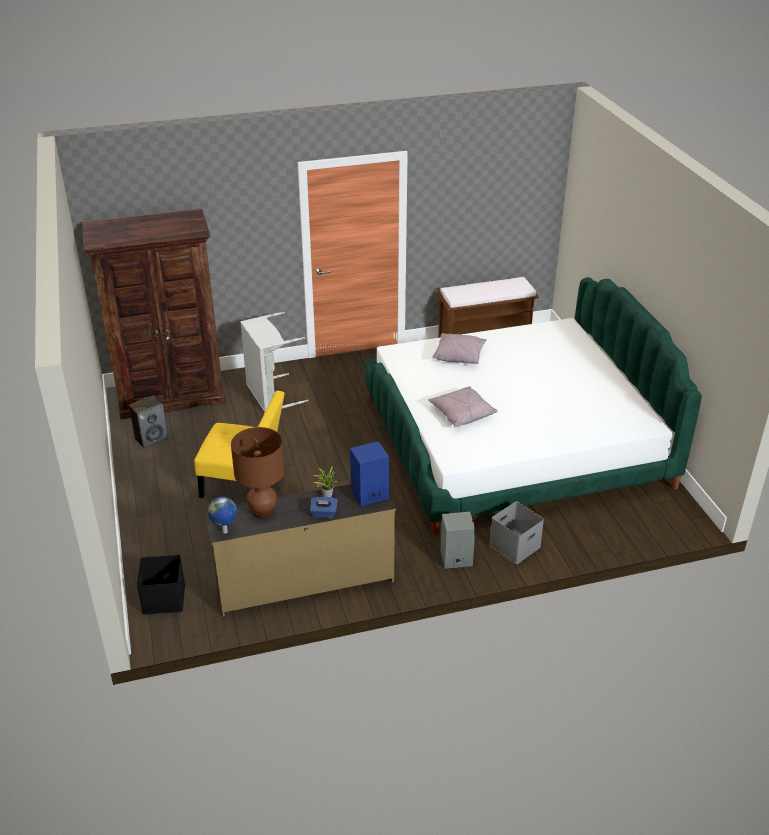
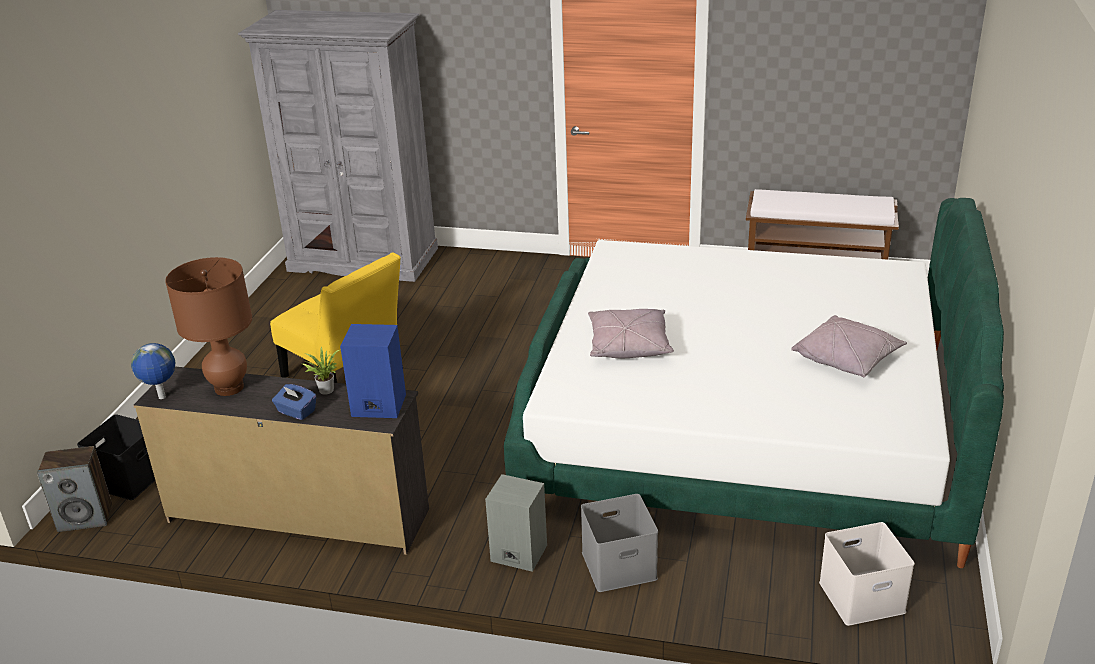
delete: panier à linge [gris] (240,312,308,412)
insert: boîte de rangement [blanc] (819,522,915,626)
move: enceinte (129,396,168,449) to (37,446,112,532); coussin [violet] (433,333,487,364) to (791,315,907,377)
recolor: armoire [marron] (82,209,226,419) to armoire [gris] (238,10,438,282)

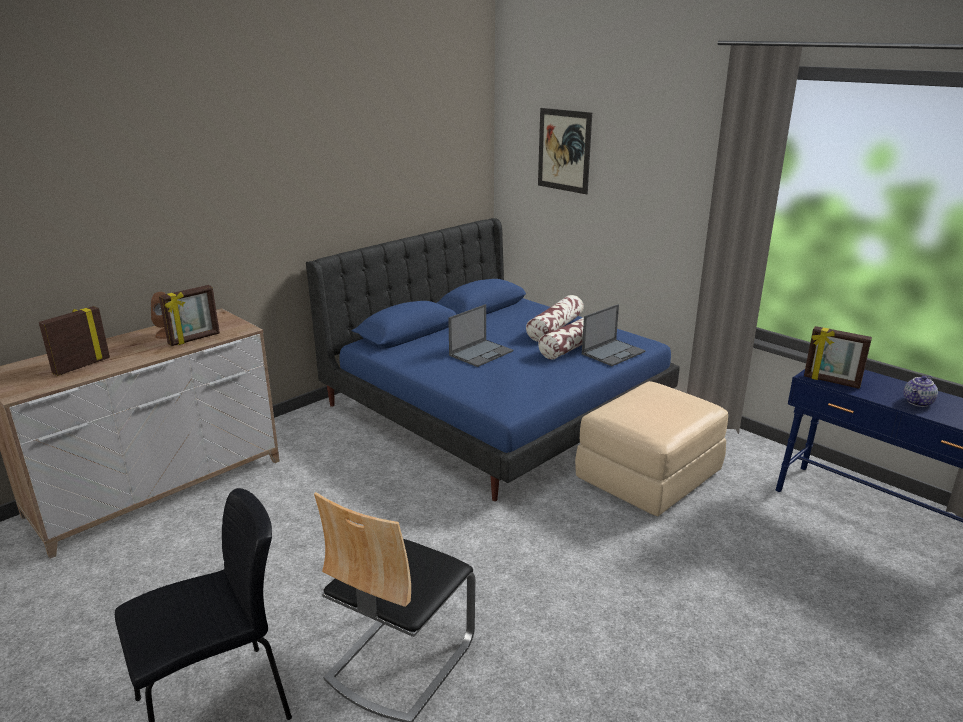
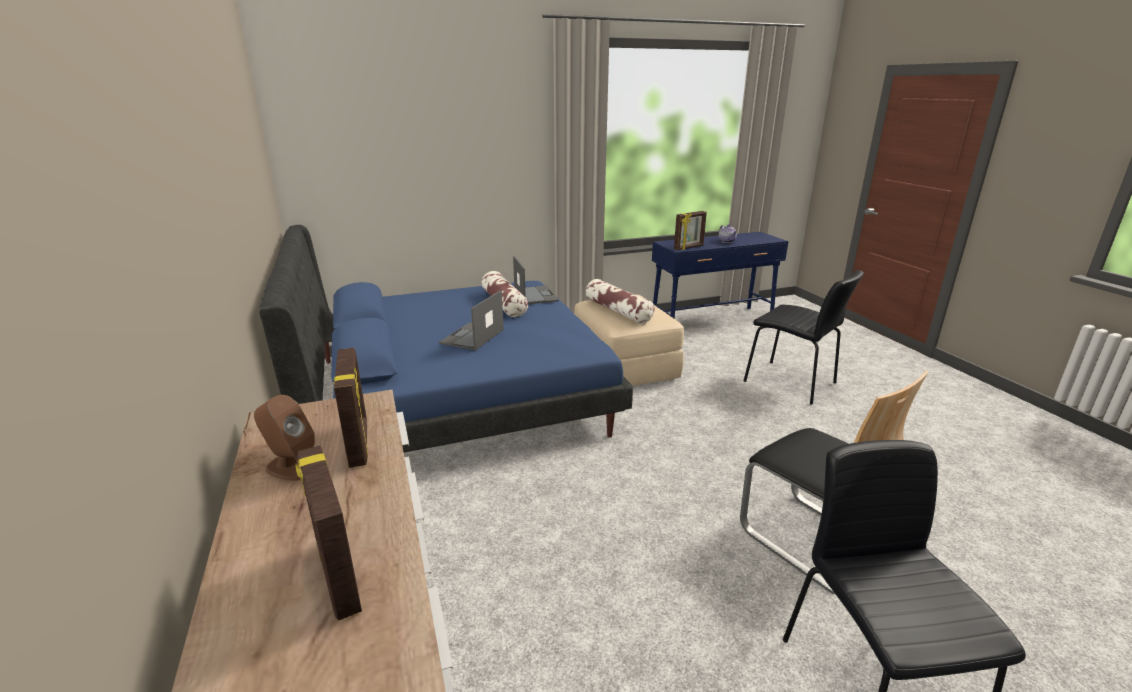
delete: tableau (538,108,592,194)
insert: chaise [noir] (743,270,864,405)
move: coussin (526,295,584,342) to (585,279,655,324)
rotate: ordinateur portable (448,304,513,367) = (439,290,504,351) 135 degrees counterclockwise

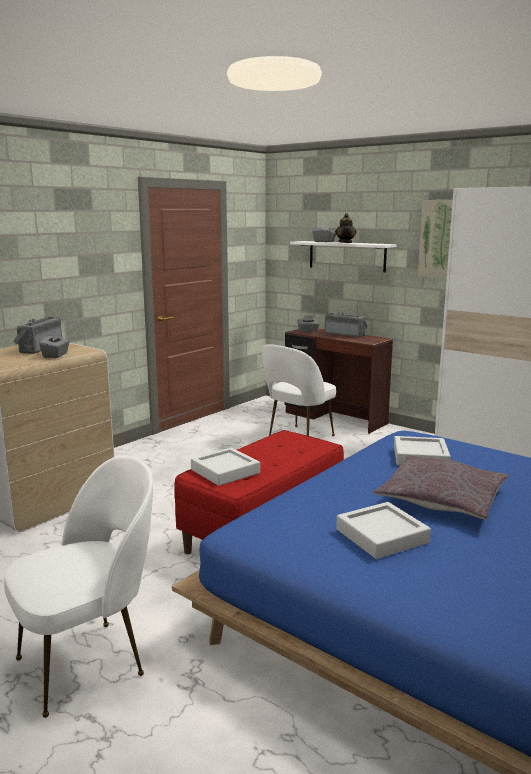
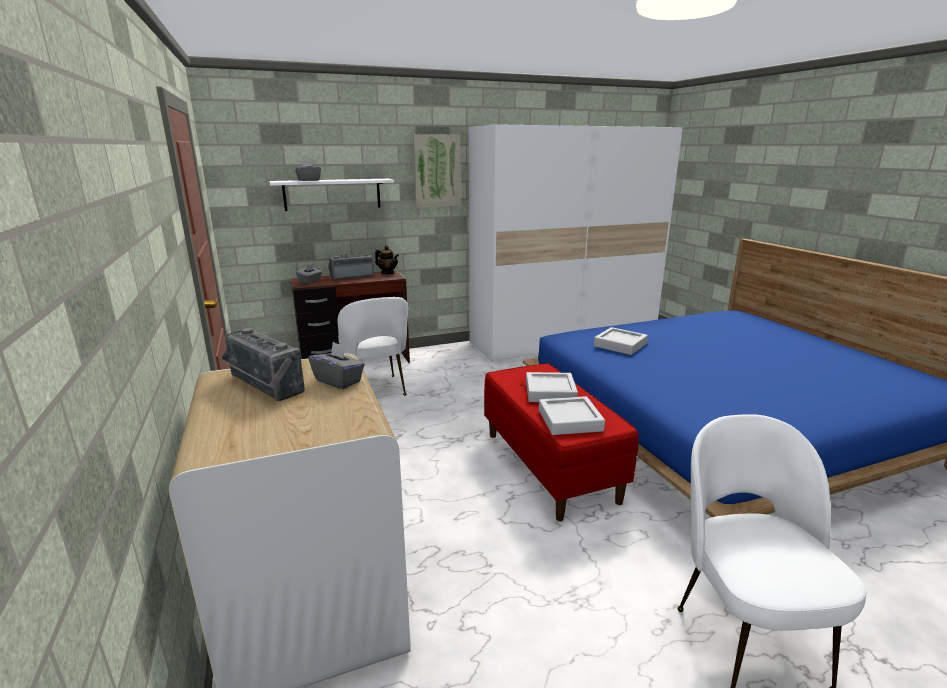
delete: coussin [gris] (373,455,509,520)
move: théière (335,213,357,243) to (375,246,399,274); plateau [gris] (336,502,431,559) to (526,372,578,402)

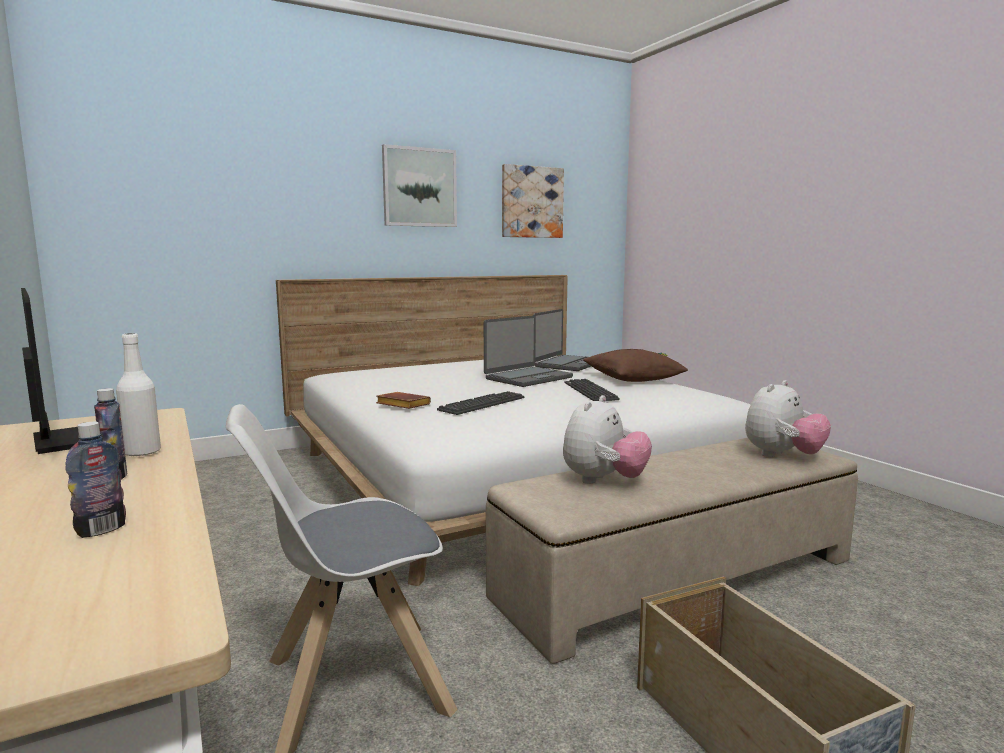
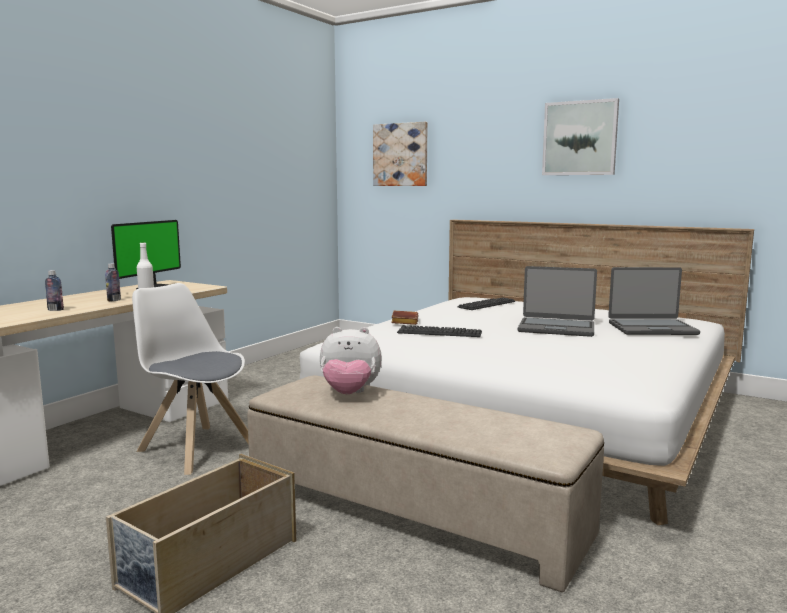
delete: coussin [marron] (583,349,688,382); peluche (745,380,831,457)
move: tableau (502,164,564,238) to (373,122,427,186); clavier (565,379,620,401) to (458,297,515,310)

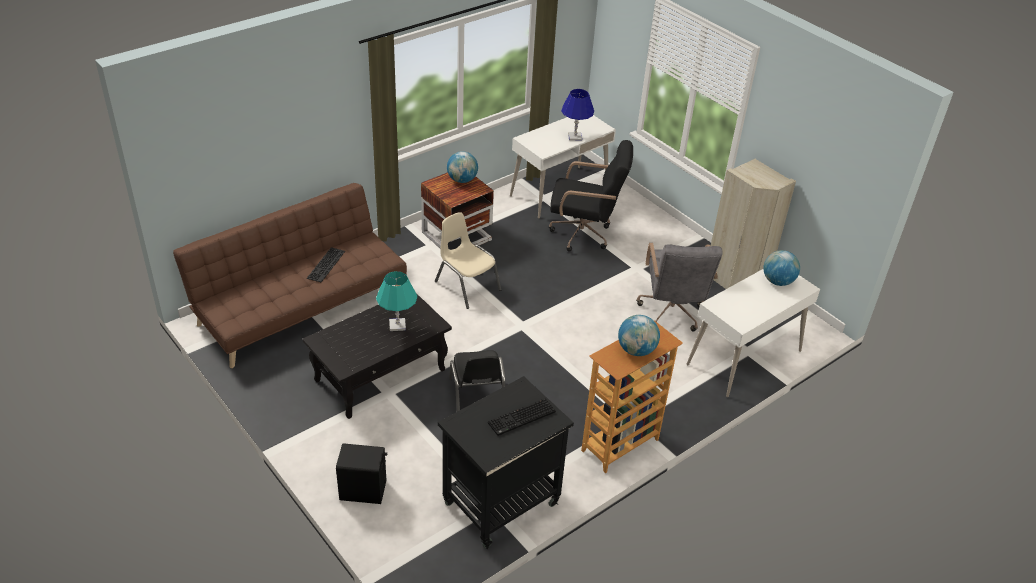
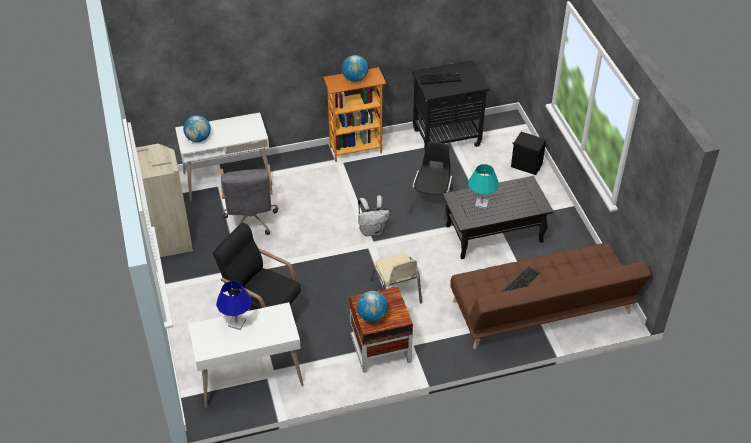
insert: sac à dos [blanc] (358,195,390,236)
rotate: chaise de bureau [gris] (636,243,723,332) = (220,164,278,235) 150 degrees clockwise

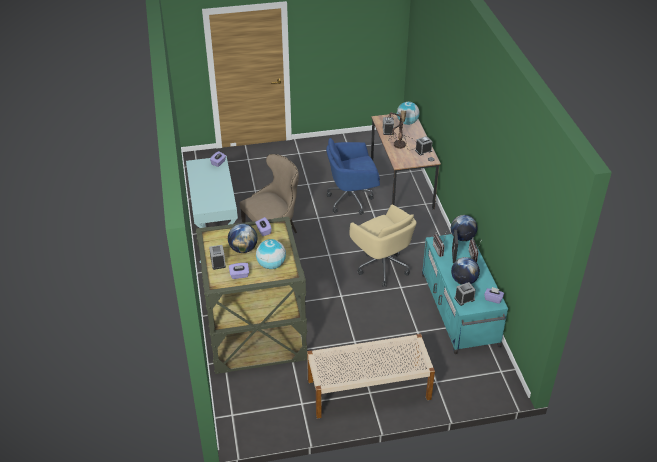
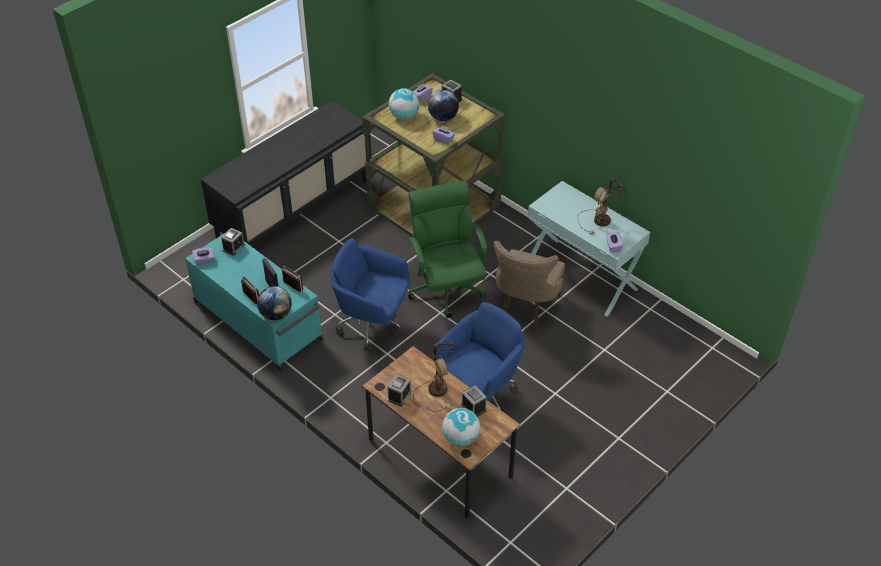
delete: globe (451,257,480,285)
insert: chaise de bureau [vert] (408,181,488,318); lampe de table (578,178,627,234)
replace: banc [beige] (307,334,435,419) to meuble de rangement [noir] (200,101,372,246)
recolor: chaise de bureau [beige] (349,205,417,287) to chaise de bureau [bleu] (330,238,411,351)

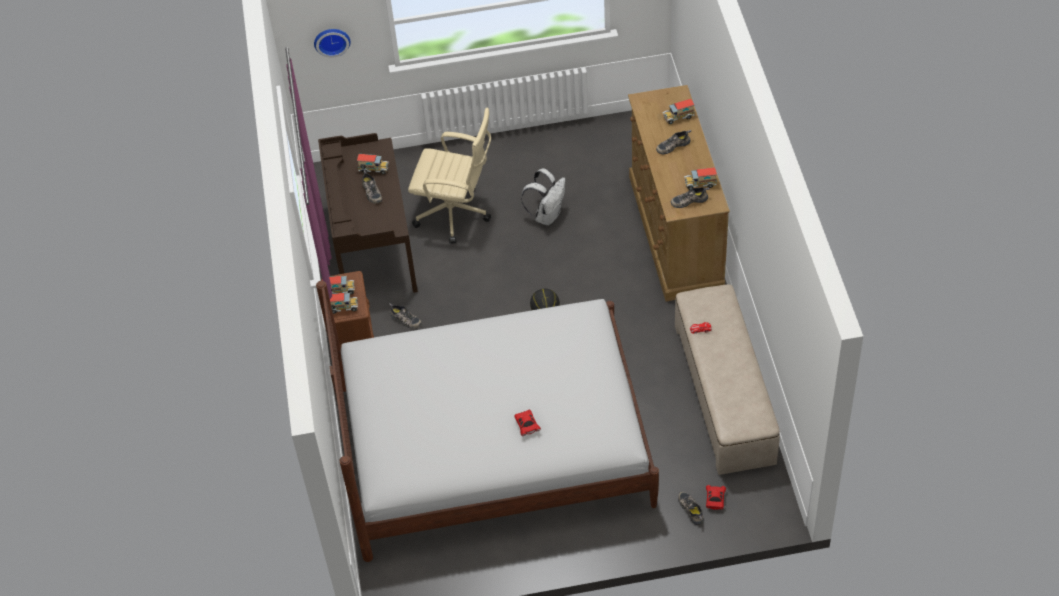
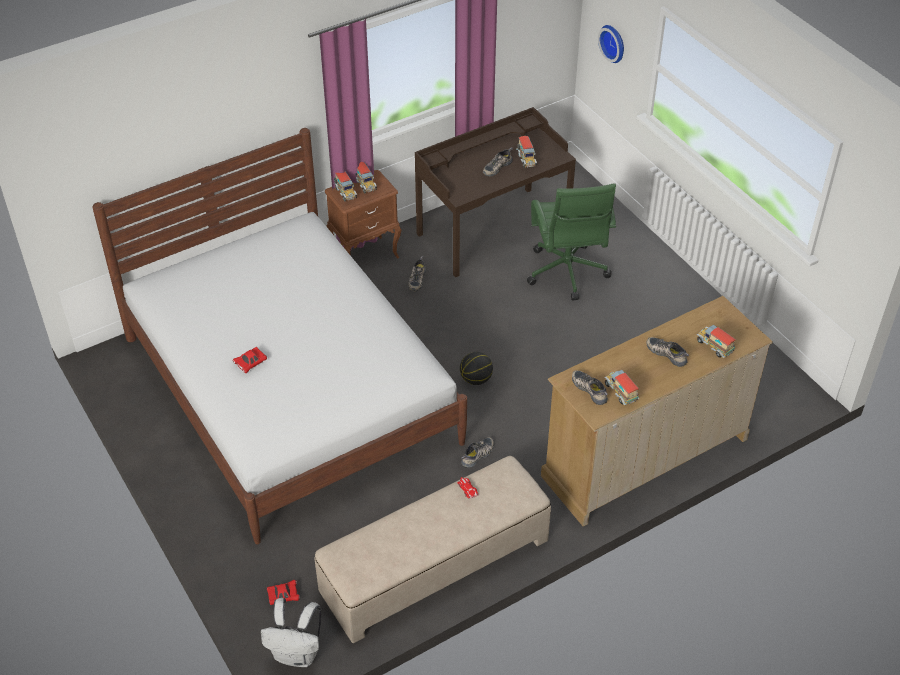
move: sac à dos [blanc] (521,168,565,226) to (261,598,321,667); chaussure (678,491,704,525) to (461,438,494,468)
recolor: chaise de bureau [beige] (408,108,491,244) to chaise de bureau [vert] (527,183,616,301)

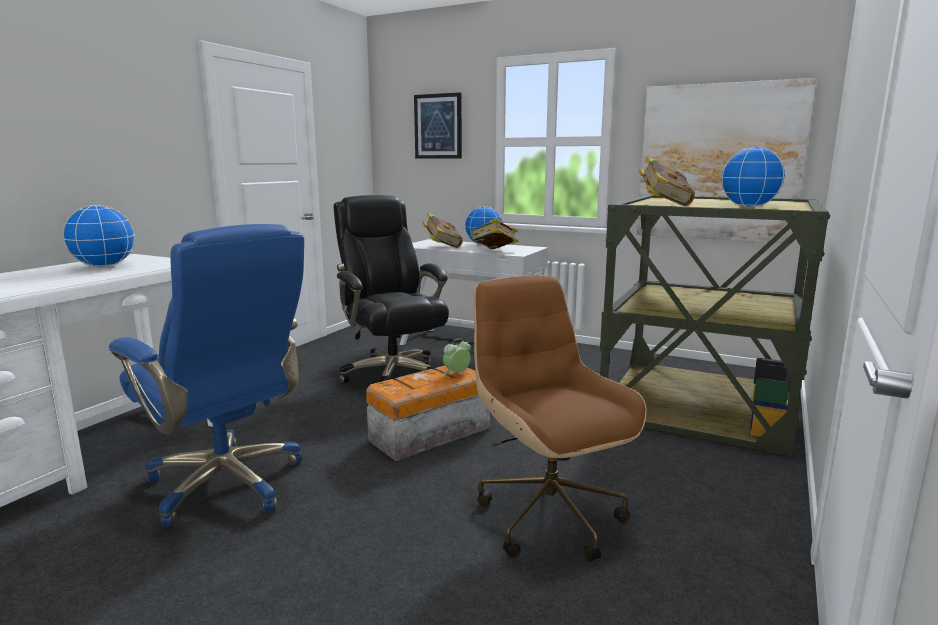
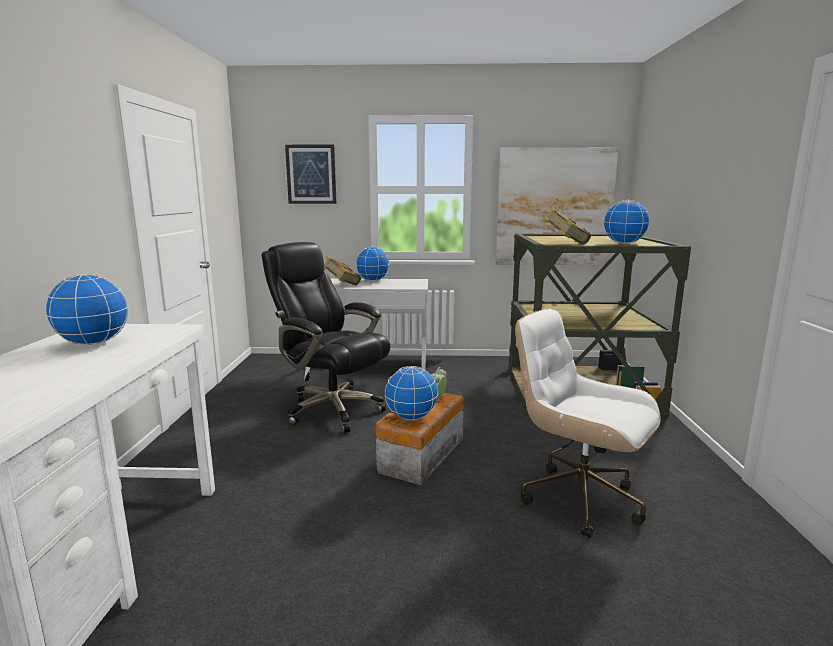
delete: chaise de bureau [bleu] (109,224,304,527); livre (471,218,519,249)
insert: globe (385,366,439,420)
recolor: chaise de bureau [marron] (473,275,647,561) to chaise de bureau [blanc] (515,308,661,538)

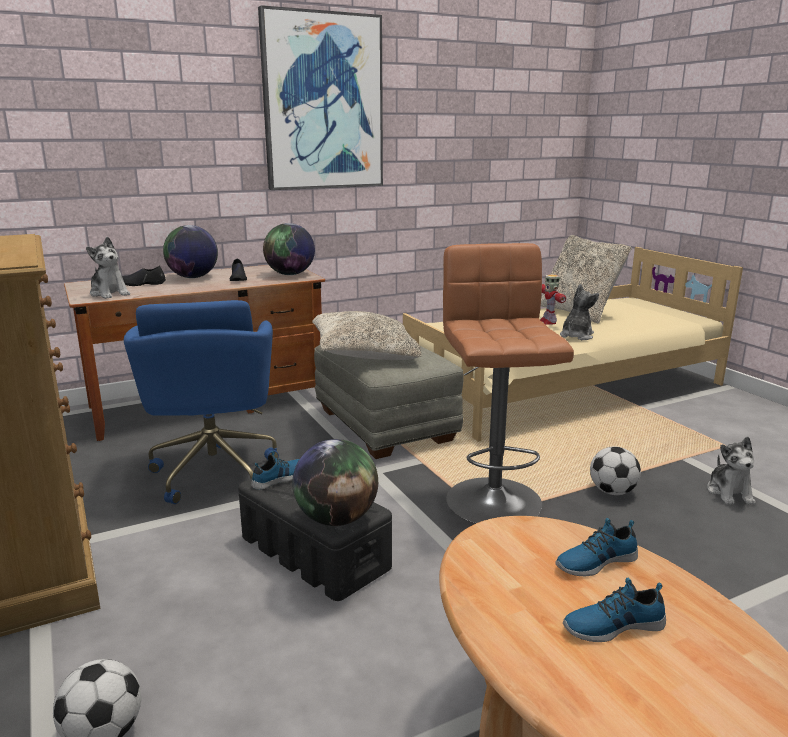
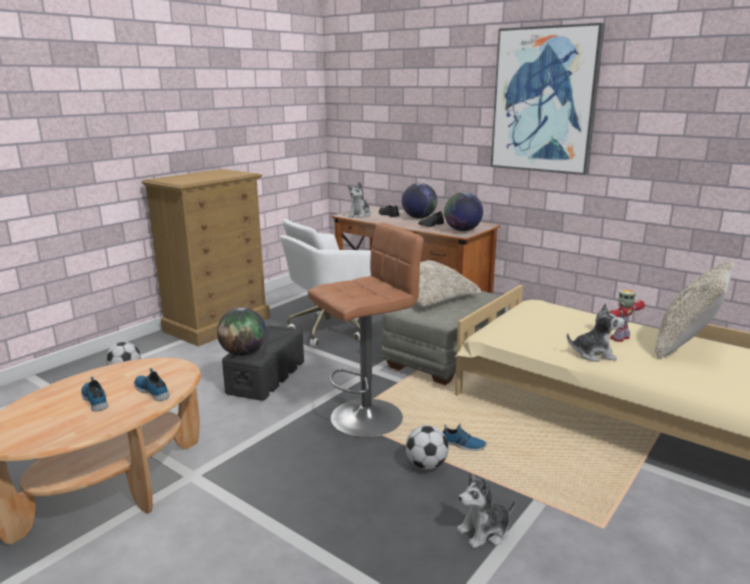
move: chaussure (251,451,299,490) to (443,423,486,451)
recolor: chaise de bureau [bleu] (124,300,279,504) to chaise de bureau [blanc] (280,219,371,347)

